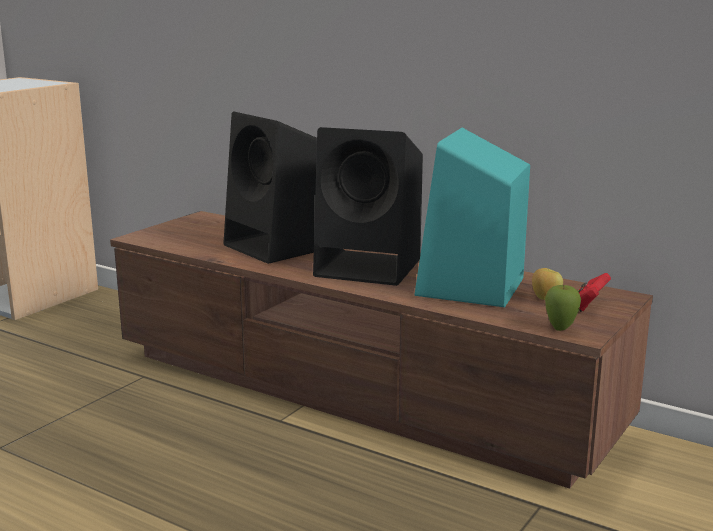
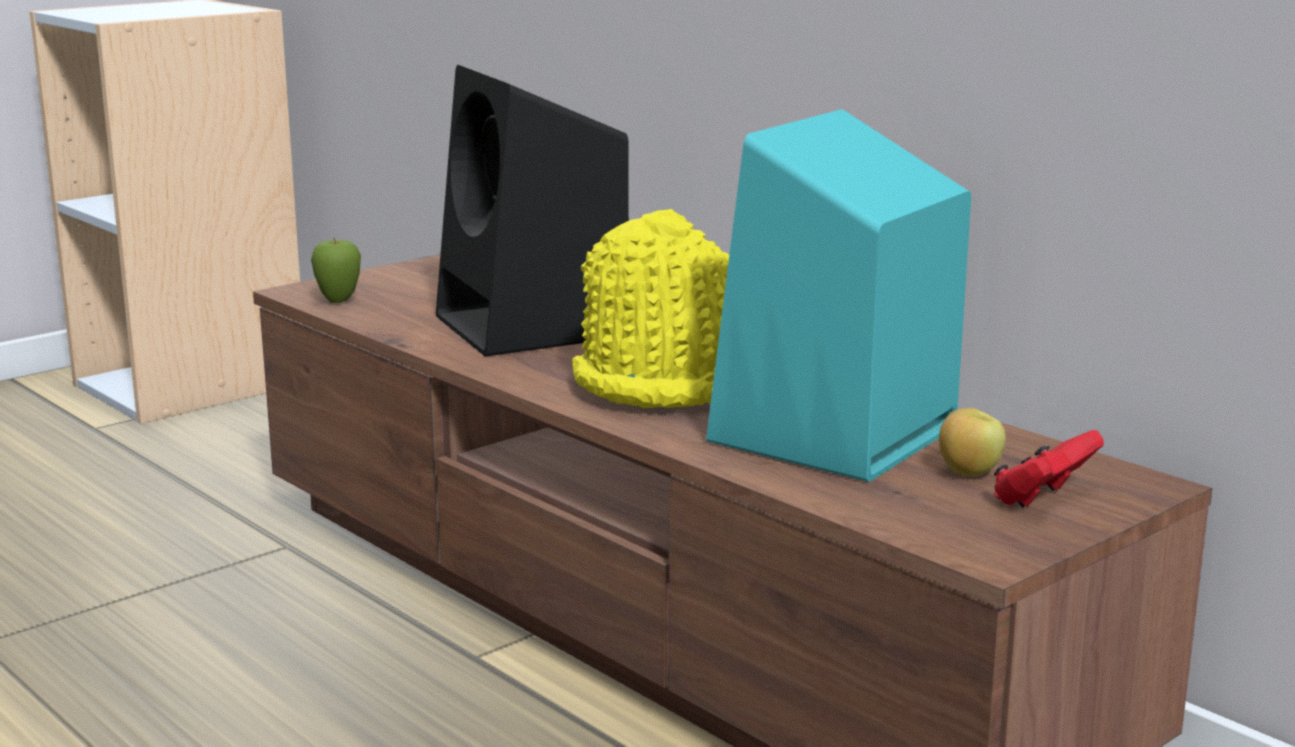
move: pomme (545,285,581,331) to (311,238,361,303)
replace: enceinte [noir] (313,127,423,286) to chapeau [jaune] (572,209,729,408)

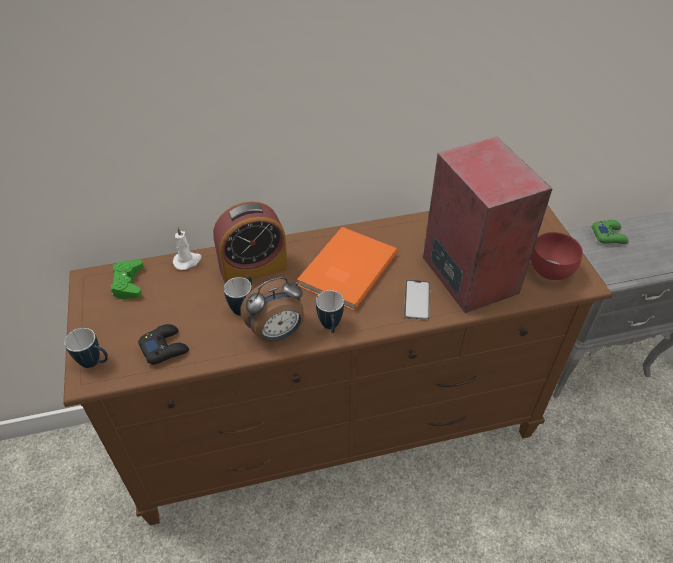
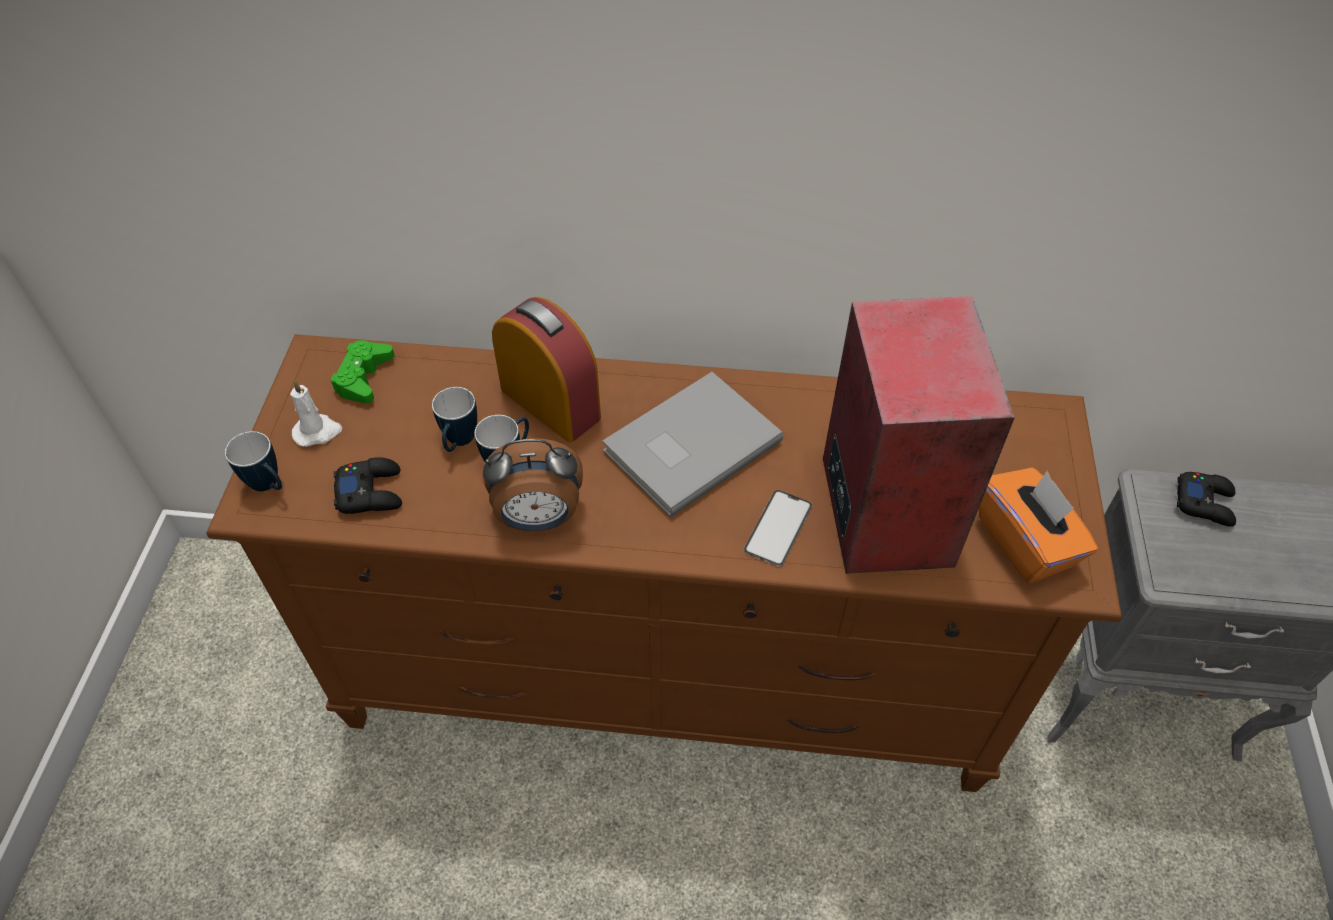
move: bougie [blanc] (173,227,202,270) to (290,379,343,447); mug (316,290,344,333) to (432,387,477,452)
replace: bol [rouge] (531,232,583,280) to boîte à mouchoirs [orange] (979,468,1098,583)
recolor: livre [orange] (297,227,398,311) to livre [gris] (602,372,783,517); manette [vert] (591,220,629,244) to manette [noir] (1177,472,1236,527)
rotate: réveil (213,201,288,283) = (492,297,601,443) 135 degrees counterclockwise

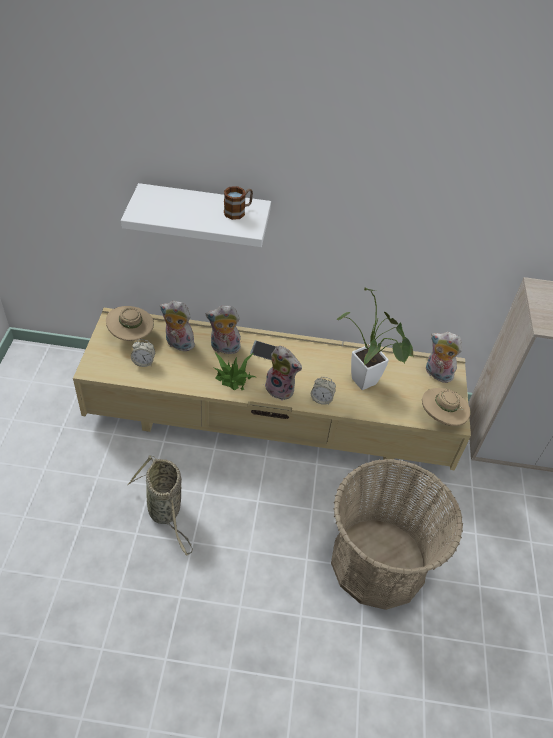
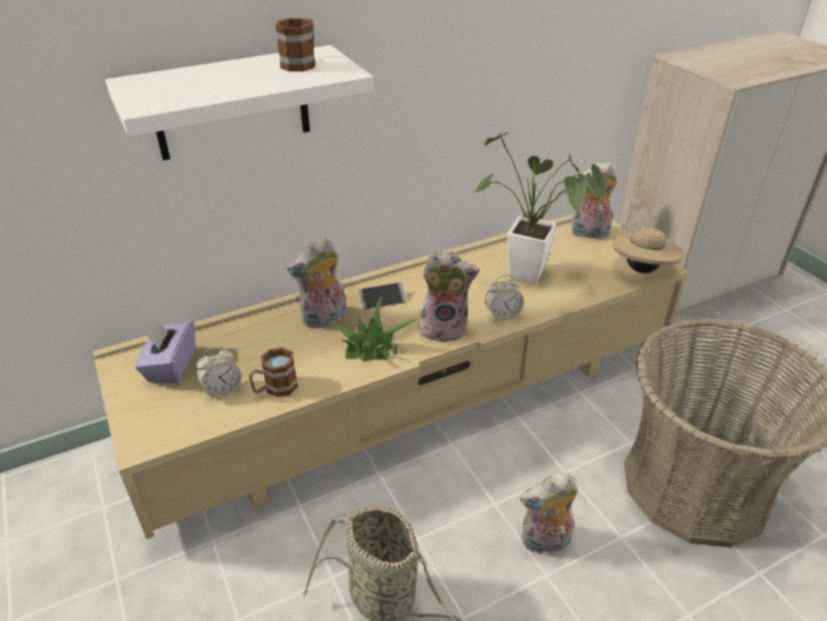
insert: mug (249,347,298,397)
move: peluche (160,301,195,351) to (520,473,578,554)
replace: chapeau [beige] (106,306,154,341) to boîte à mouchoirs [violet] (135,319,195,384)

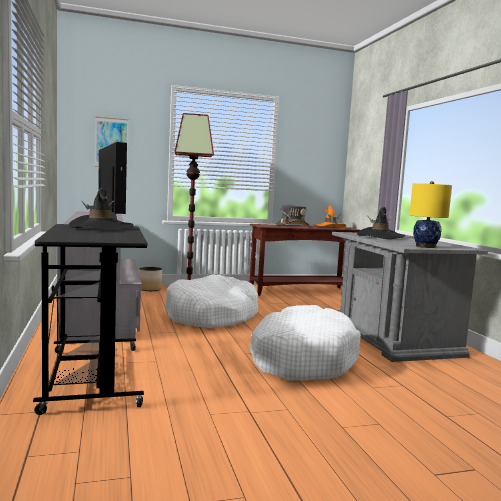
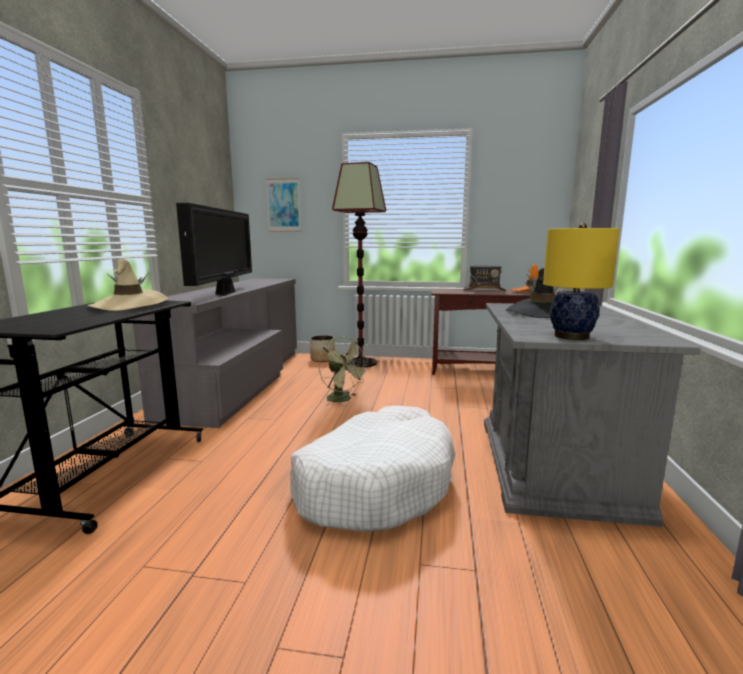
replace: panier pour chien [blanc] (166,275,258,328) to ventilateur [vert] (319,337,369,406)
recolor: chapeau [noir] (68,188,134,231) to chapeau [beige] (87,259,169,311)

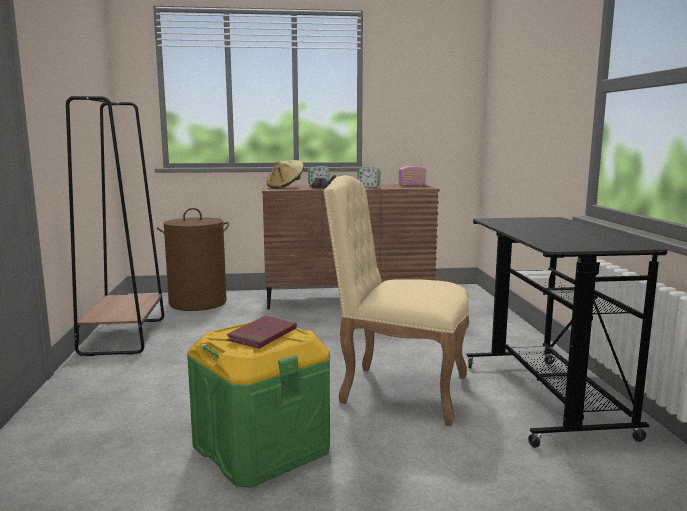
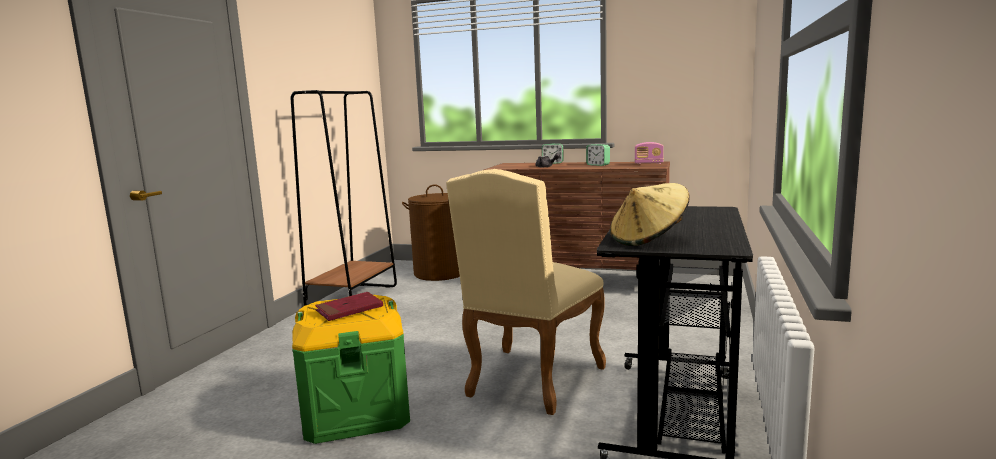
move: chapeau [beige] (267,160,304,189) to (610,183,690,246)
rotate: chaise [beige] (324,175,469,426) = (446,169,606,415) 105 degrees counterclockwise

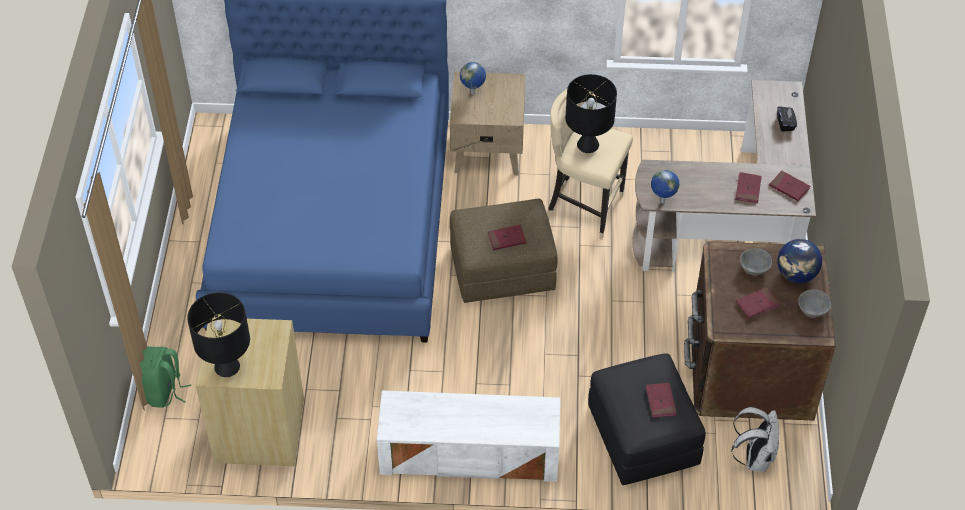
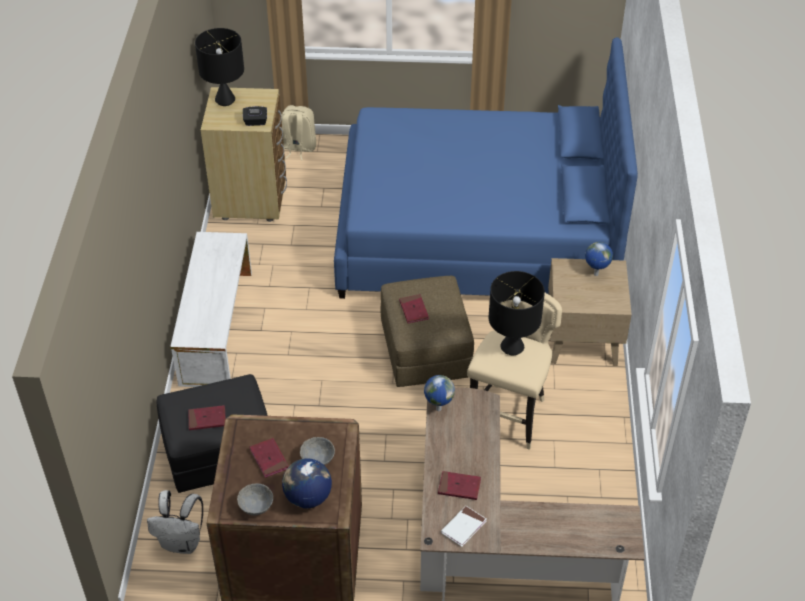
move: boîte à mouchoirs [noir] (777,106,797,132) to (243,106,267,126)
recolor: sac à dos [vert] (140,347,191,408) to sac à dos [beige] (281,105,316,161); livre [rouge] (769,171,810,201) to livre [blanc] (441,506,486,547)

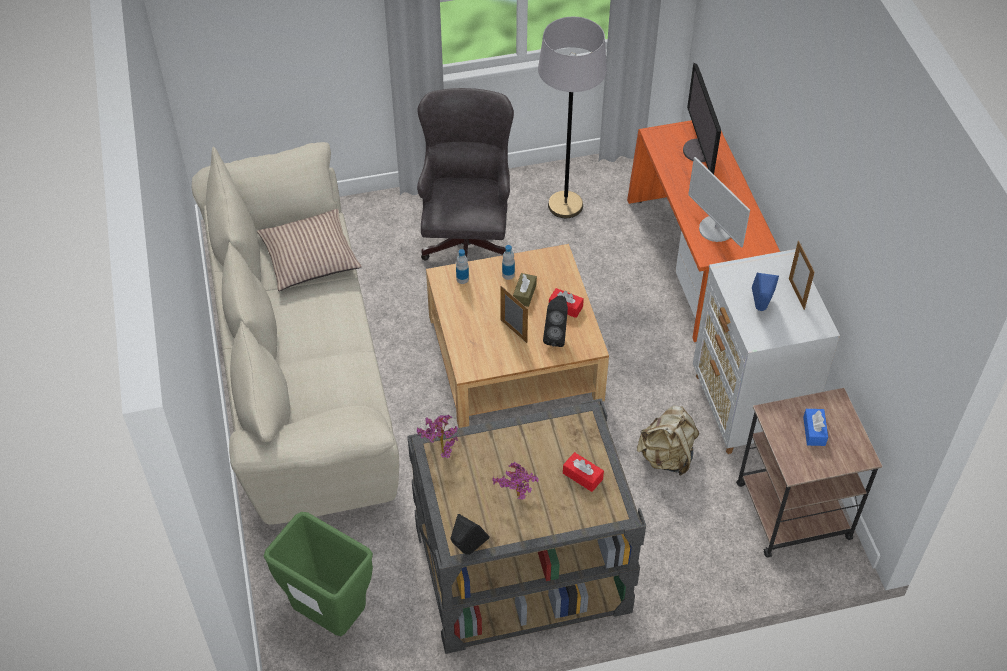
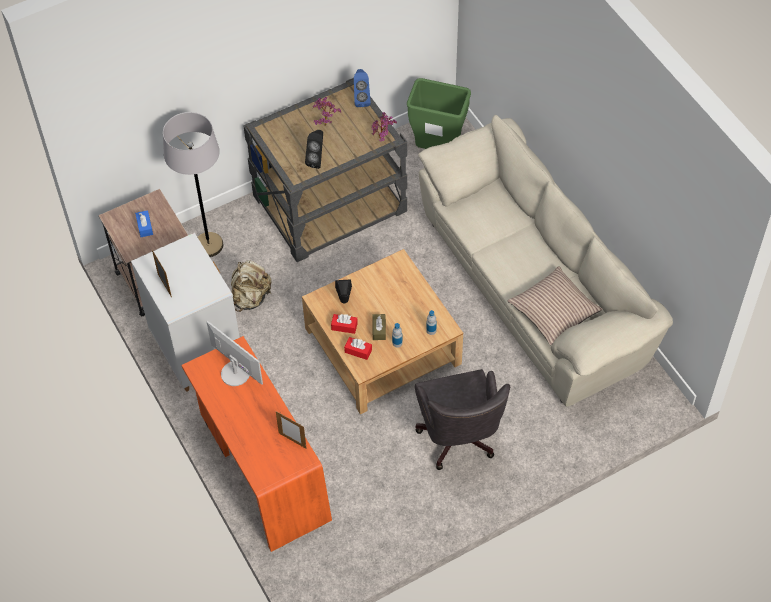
delete: écran d'ordinateur (683,63,721,174)
move: enceinte [noir] (450,514,490,555) to (305,130,323,169); cadre photo (501,286,528,343) to (276,411,307,449); lampadaire [gris] (538,17,607,218) to (163,112,223,257); boîte à mouchoirs [rouge] (563,452,604,492) to (344,337,372,360); enceinte [bleu] (752,273,779,311) to (354,69,371,107)

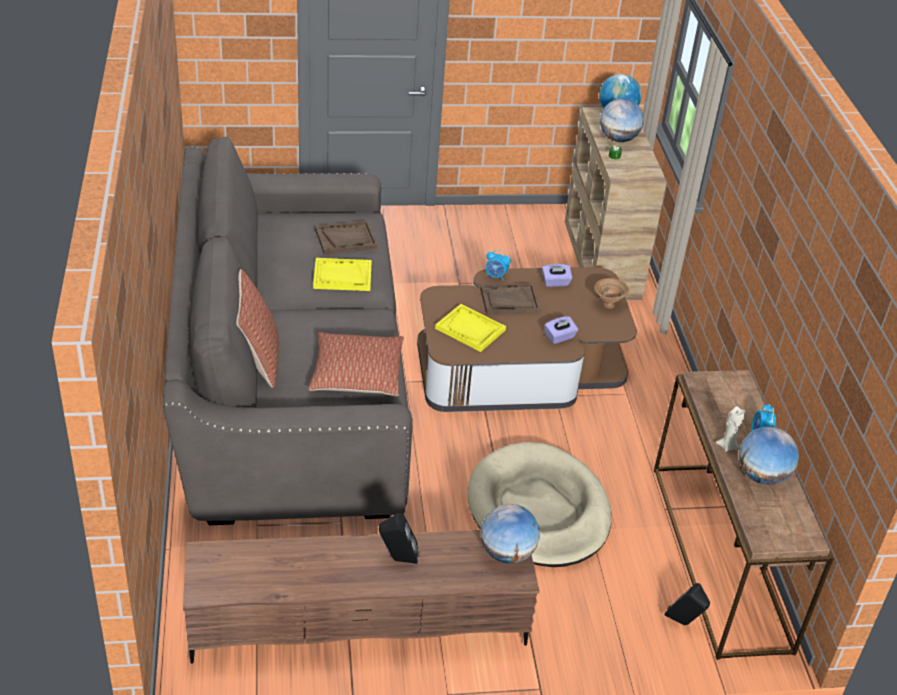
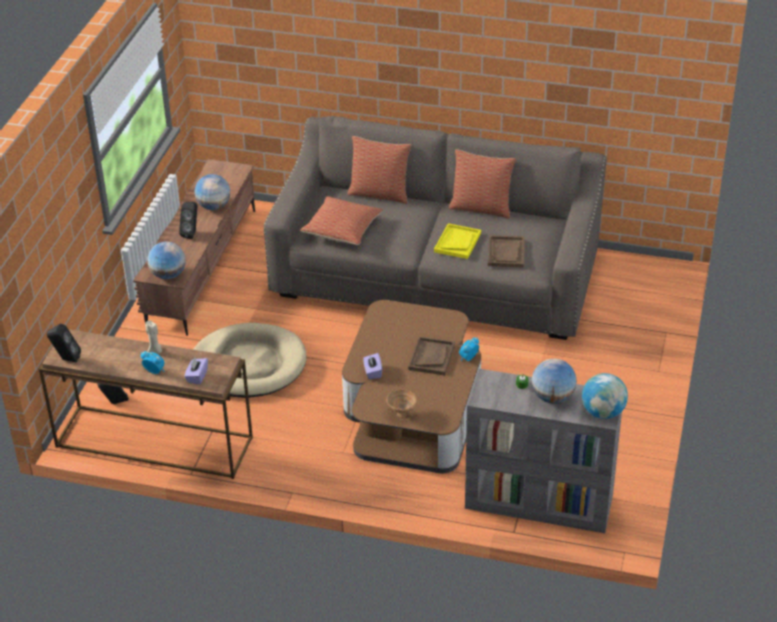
delete: plateau [jaune] (435,304,506,352)
insert: enceinte [noir] (47,324,81,362); coussin (449,149,516,219)
move: boîte à mouchoirs [violet] (542,264,572,287) to (184,357,208,384); globe (739,426,799,485) to (194,174,230,210)
recolor: bibliothèque [marron] (565,107,667,300) to bibliothèque [gris] (465,369,622,533)

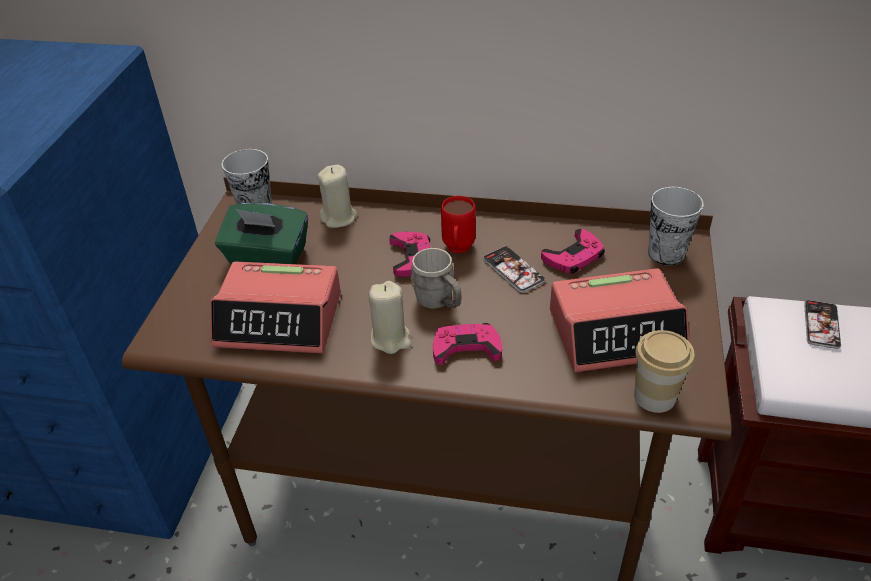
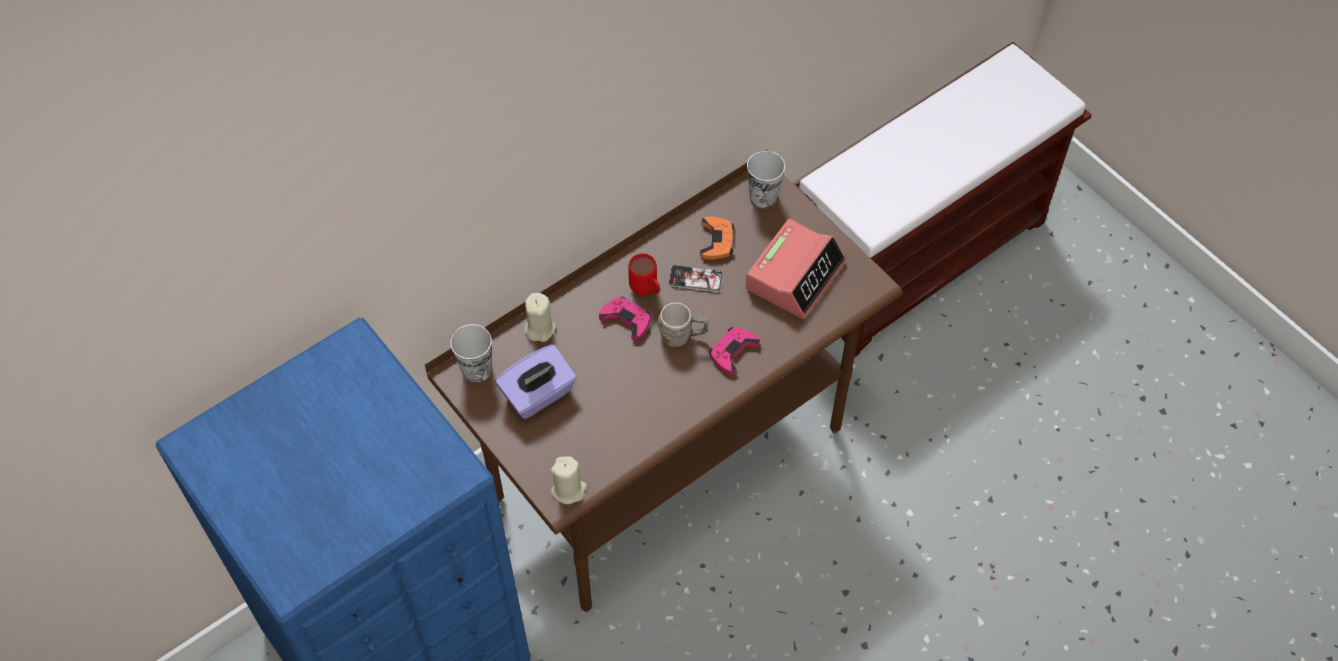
delete: réveil (210,262,341,354); tasse (634,330,695,413); téléphone (804,300,841,349)
move: bougie [beige] (369,281,411,354) to (551,456,587,504)
recolor: boîte à mouchoirs [vert] (215,203,308,264) to boîte à mouchoirs [violet] (495,344,577,419); manette [rose] (541,229,605,274) to manette [orange] (700,217,734,260)

